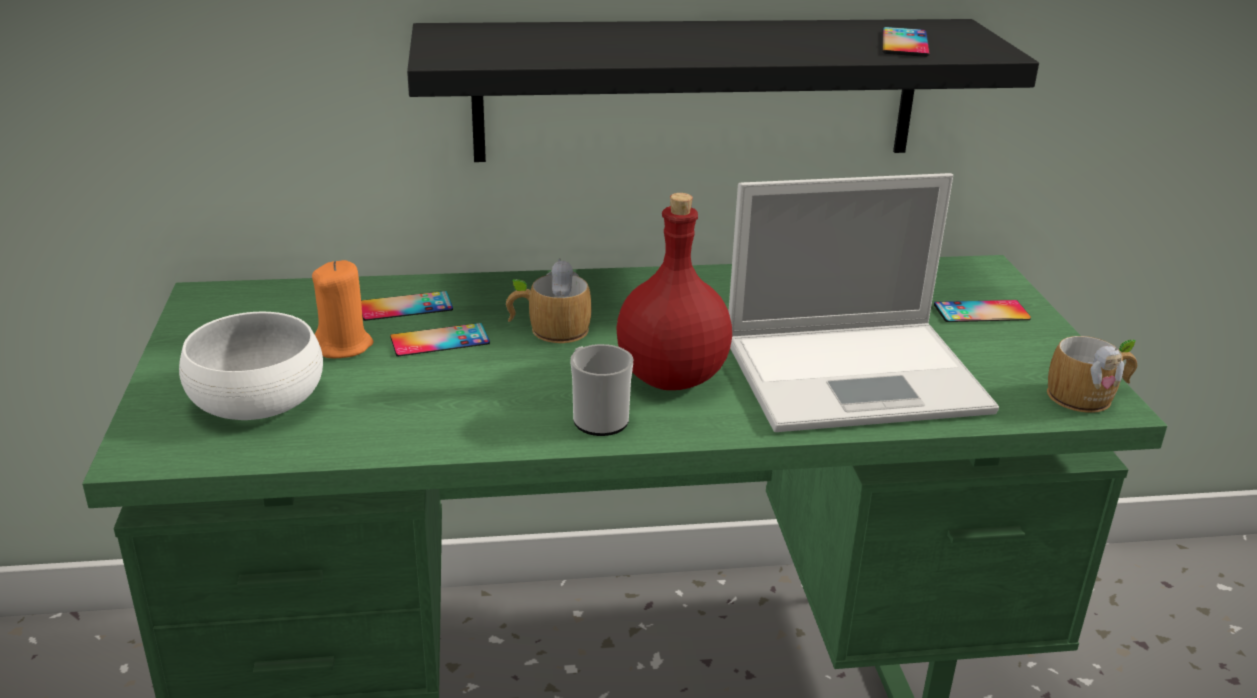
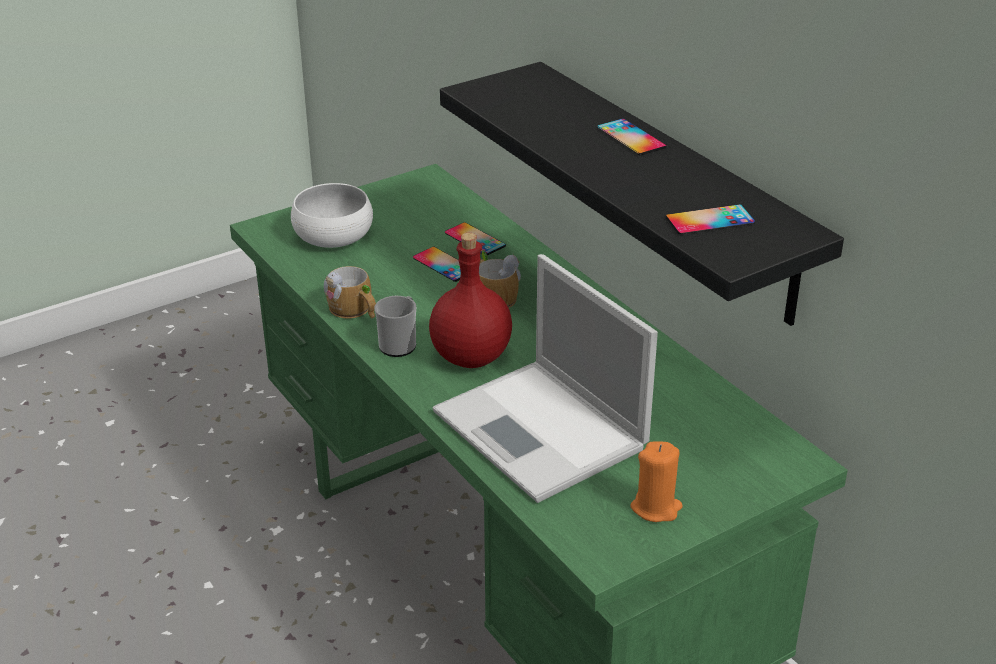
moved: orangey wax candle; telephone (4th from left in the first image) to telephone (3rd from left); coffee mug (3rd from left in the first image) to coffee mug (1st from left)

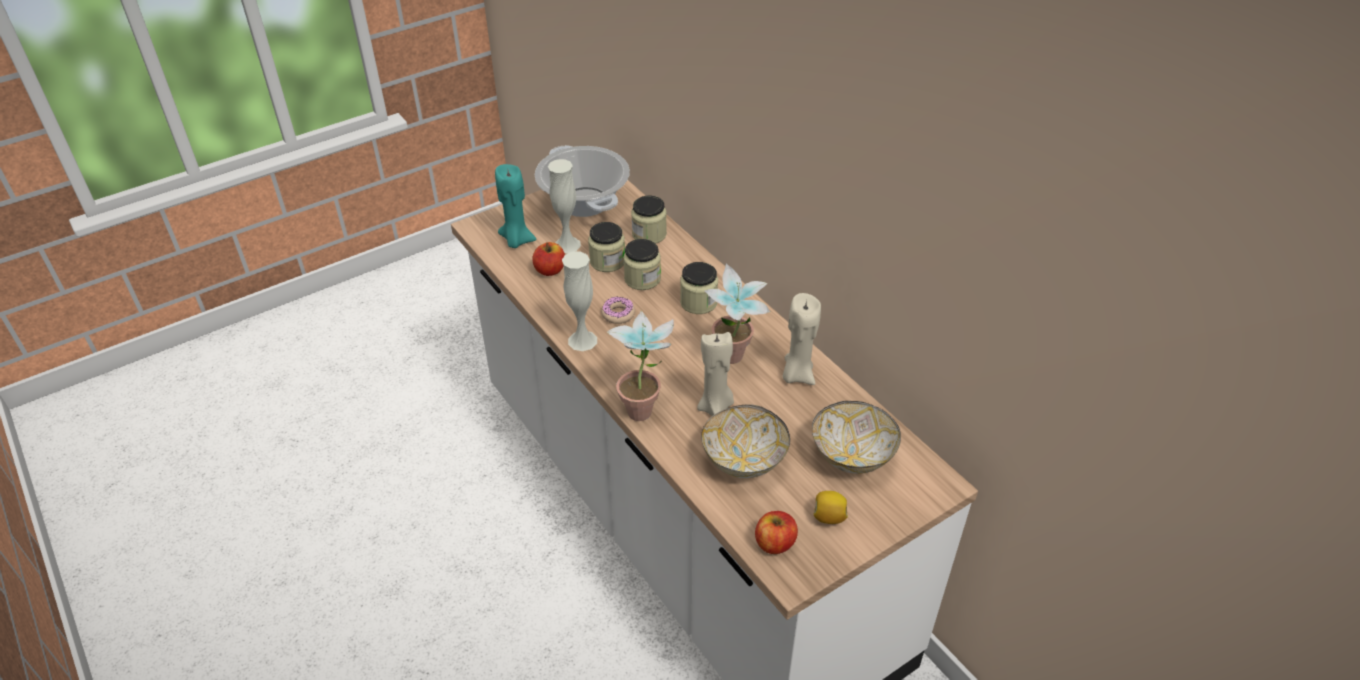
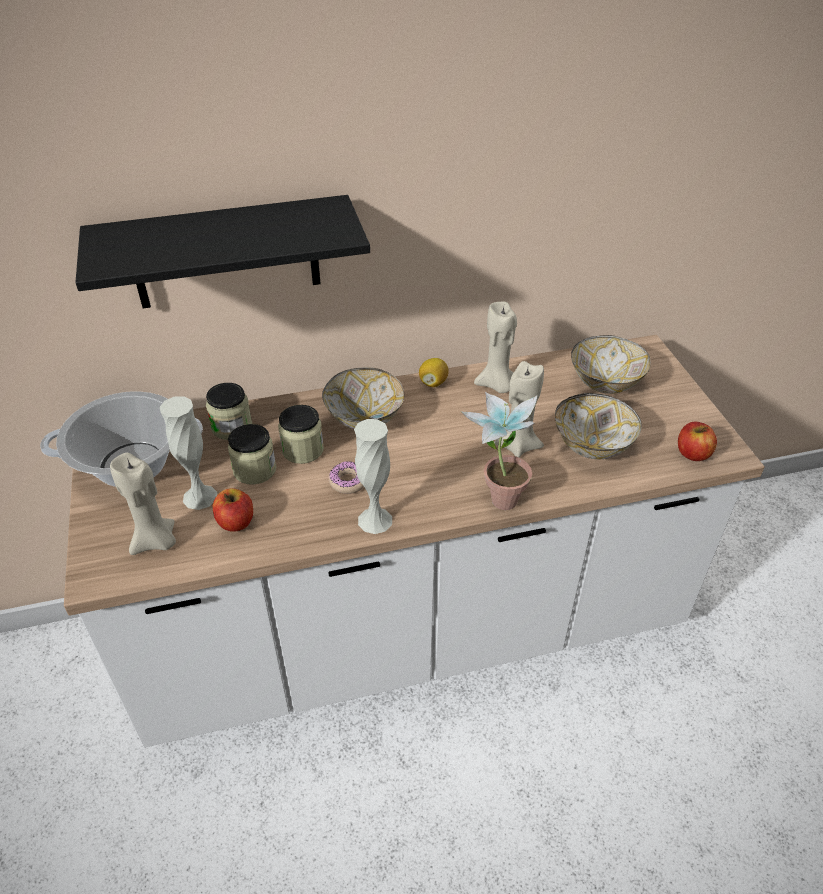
removed: potted plant (2nd from left)
added: blackish bracket shelf
moved: whole lemon
replaced: storage jar (4th from left) to deep dish (1st from left)
recoloured: blue-green wax candle to sand-coloured wax candle (1st from left)

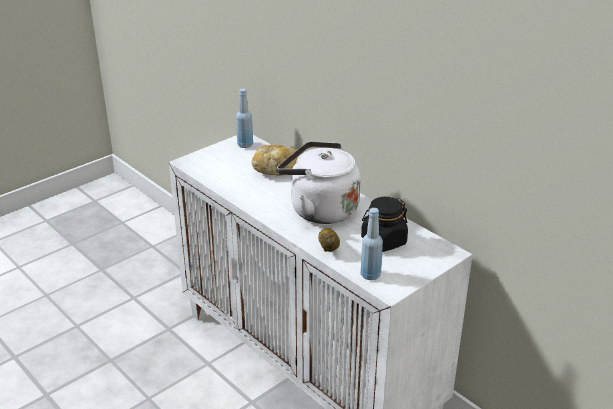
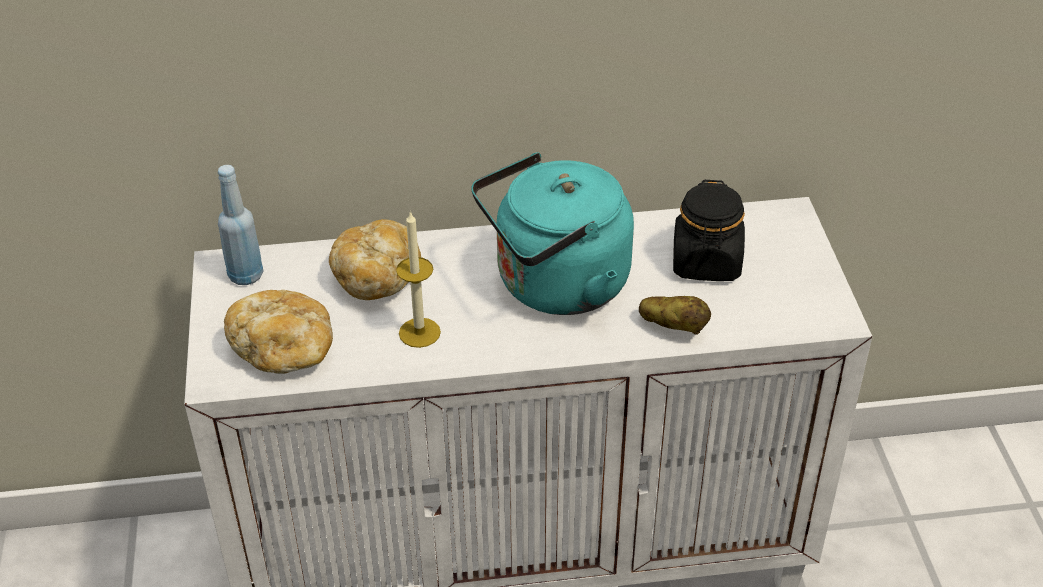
removed: blue-coloured beverage bottle (2nd from left)
added: bread (1st from left); wax candle
recoloured: whitish tea kettle to blue-green tea kettle

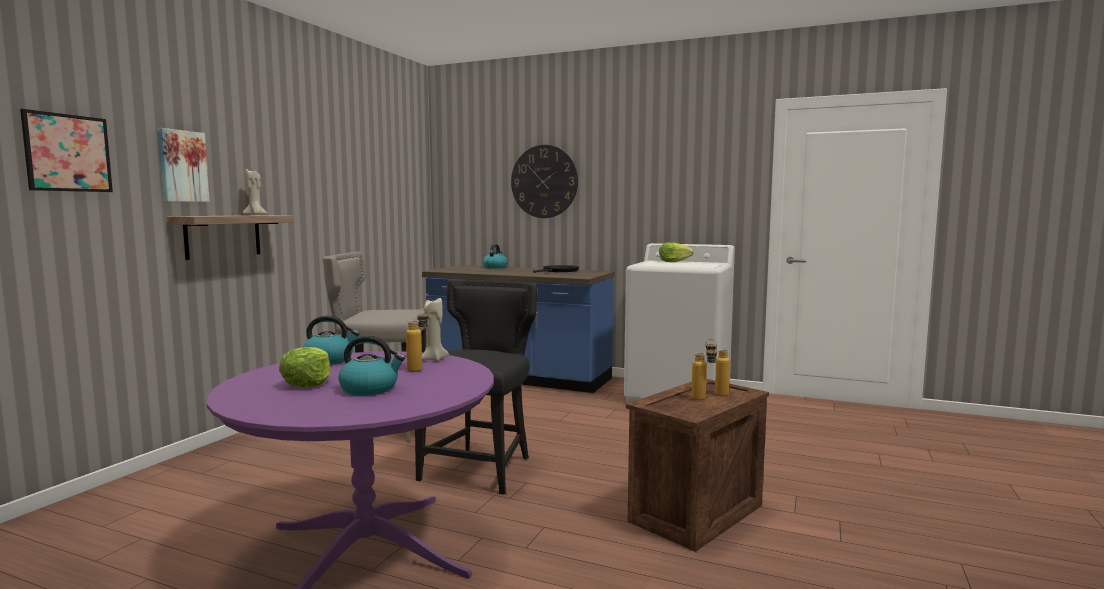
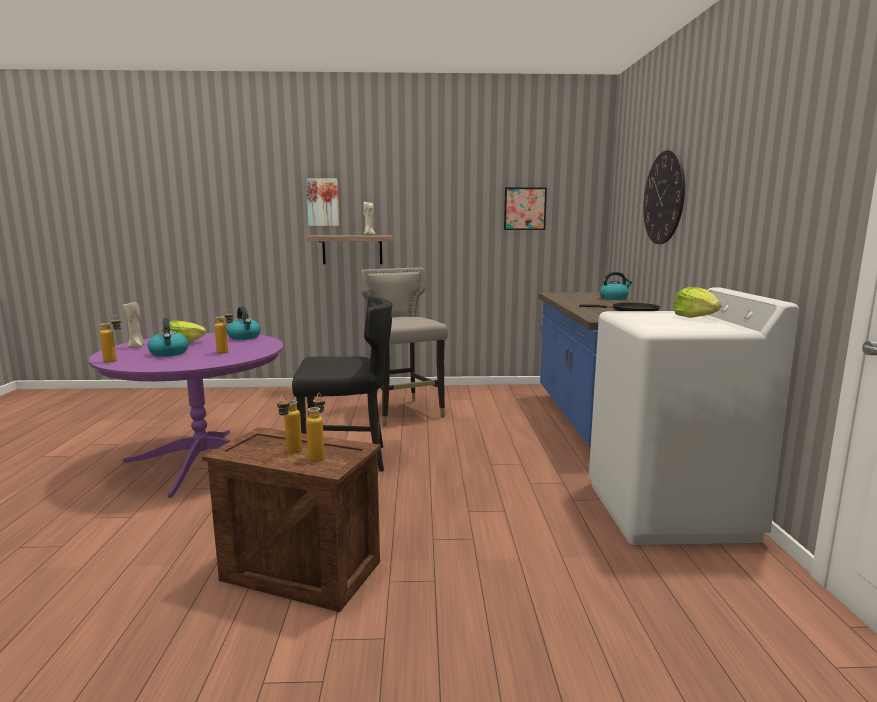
added: beverage bottle (1st from left)
moved: wall art (1st from left in the first image) to wall art (2nd from left); sand-coloured wax candle (2nd from left in the first image) to sand-coloured wax candle (1st from left)

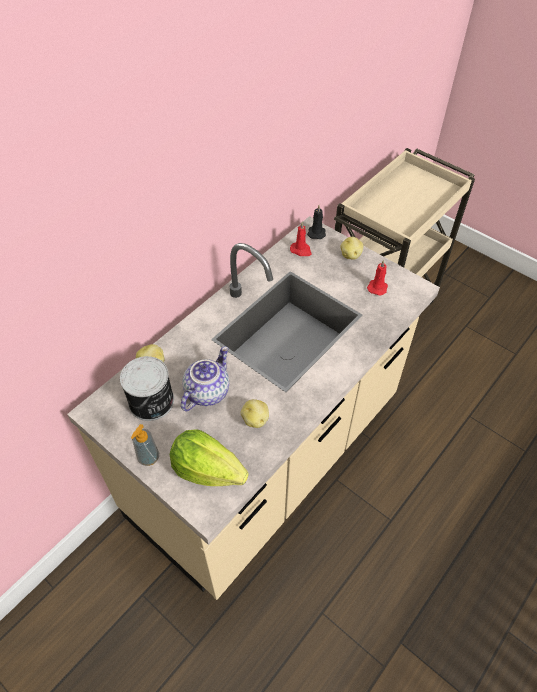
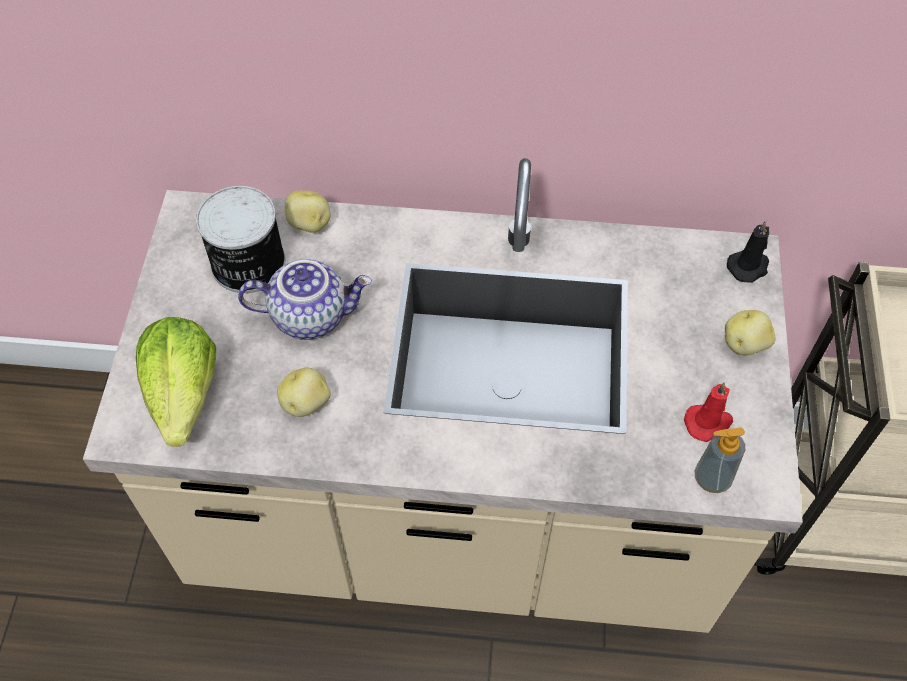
removed: reddish wax candle (1st from left)
moved: soap dispenser

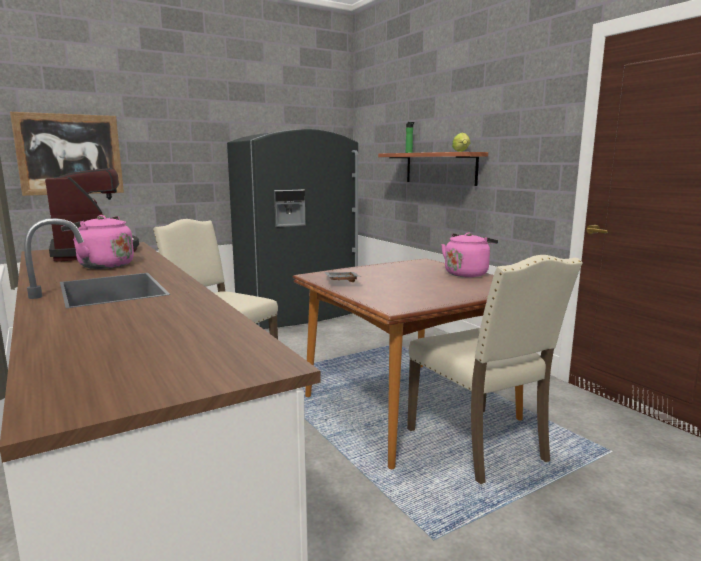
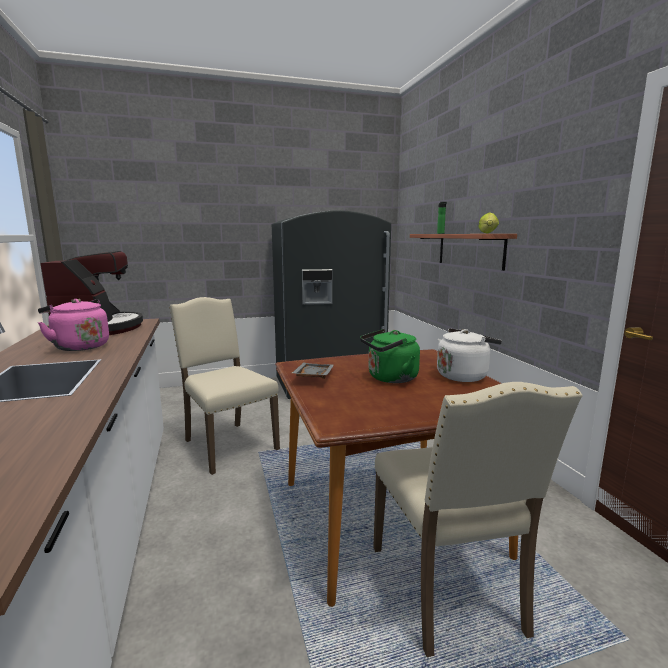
removed: wall art
added: green tea kettle
recoloured: pinkish tea kettle (2nd from left) to whitish tea kettle

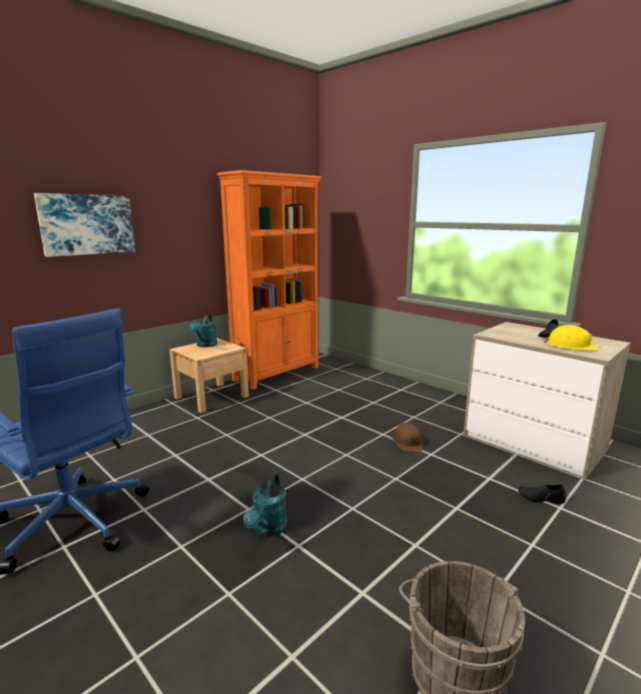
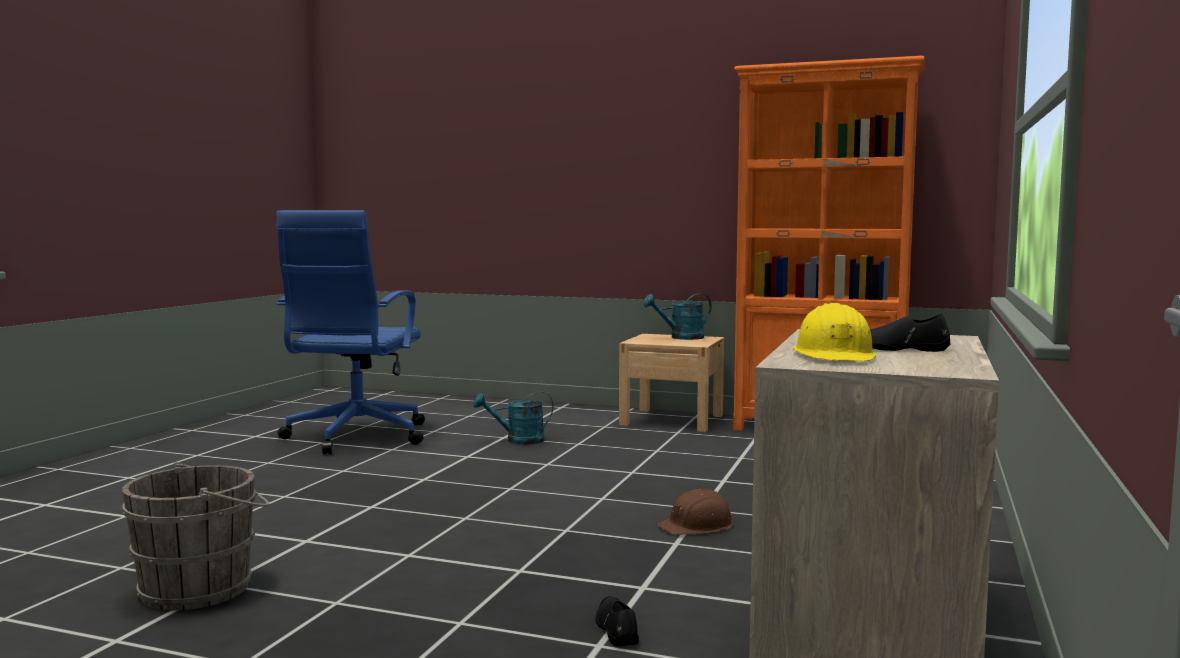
removed: wall art
moved: blue-green sprinkling can (2nd from left in the first image) to blue-green sprinkling can (1st from left)

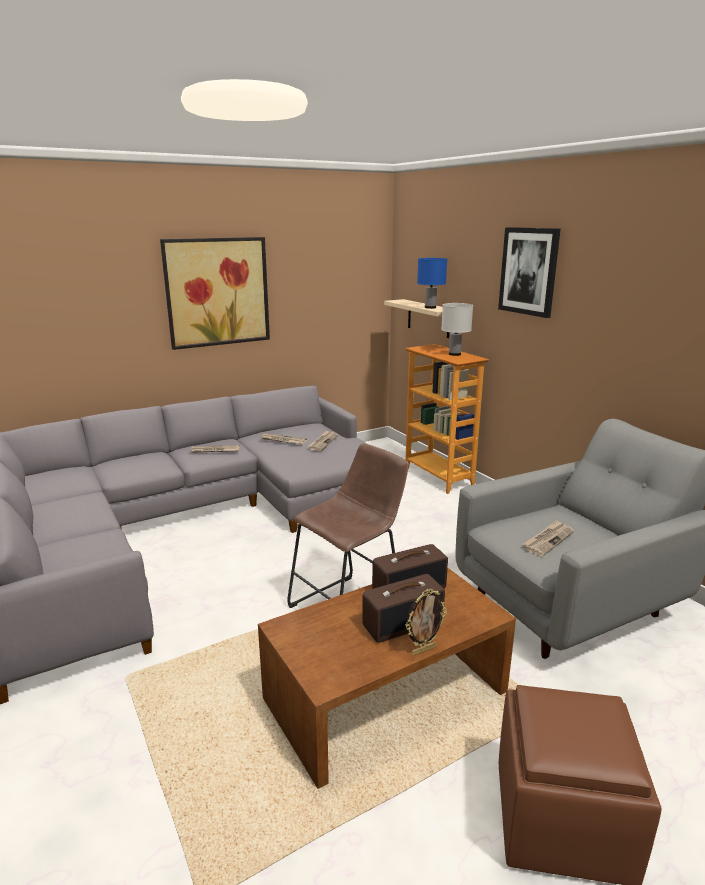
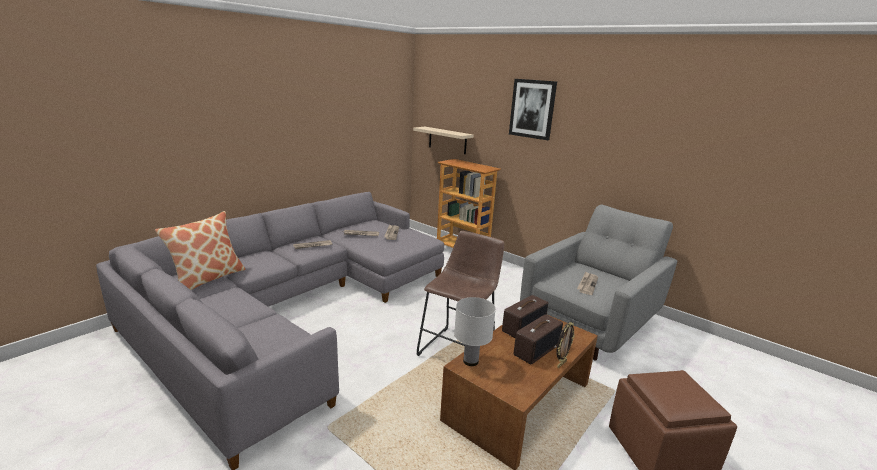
removed: wall art (1st from left); blue-coloured lamp for a table
added: throw pillow
moved: whitish lamp for a table

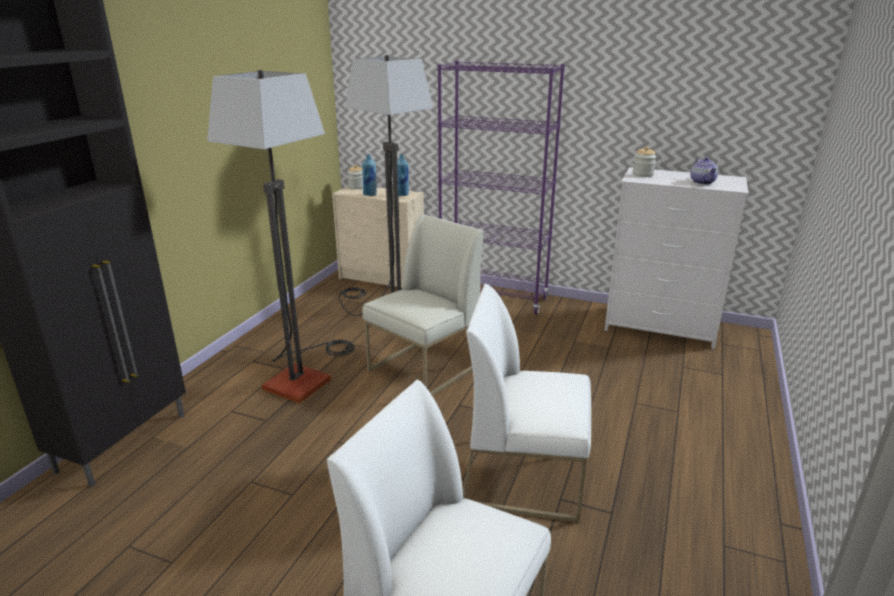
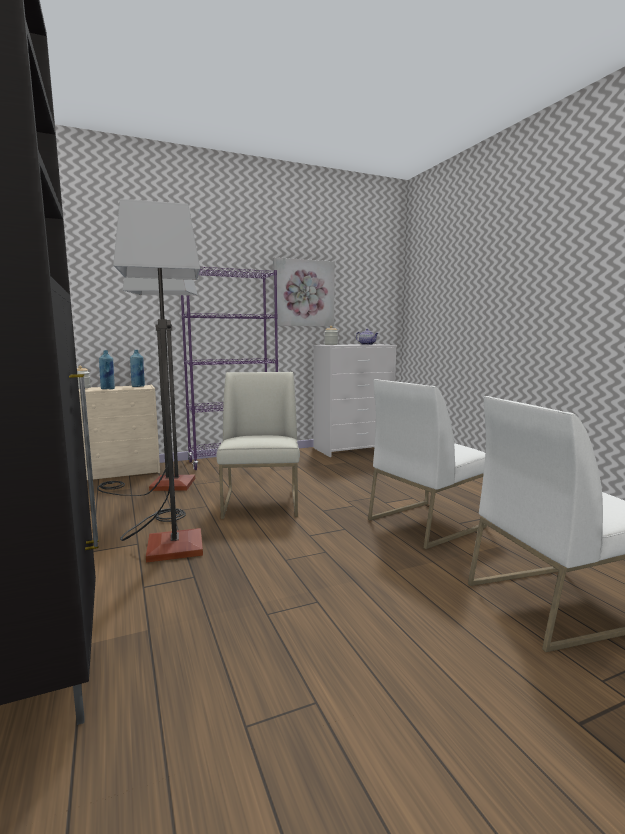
added: wall art

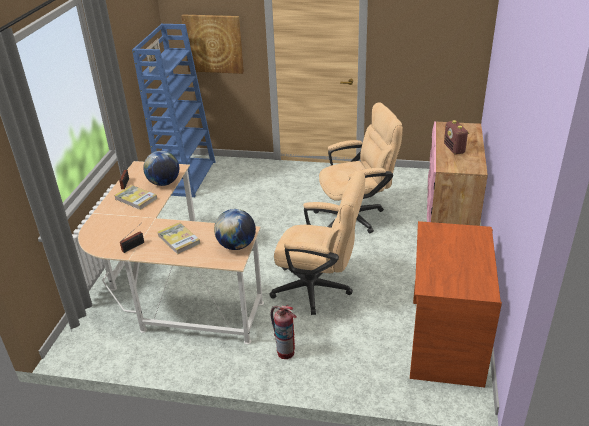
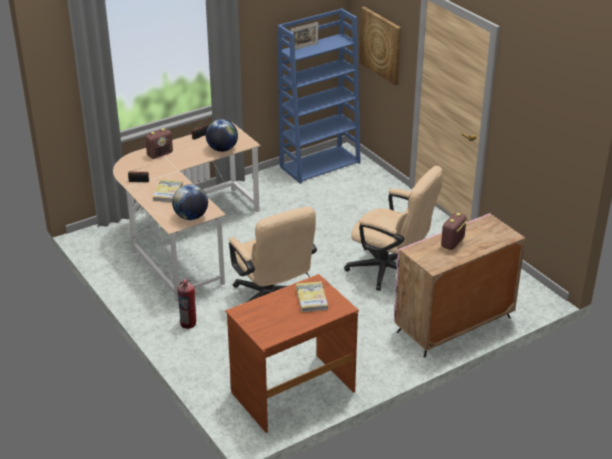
added: radio set (2nd from left)
moved: volume (1st from left in the first image) to volume (2nd from left)

